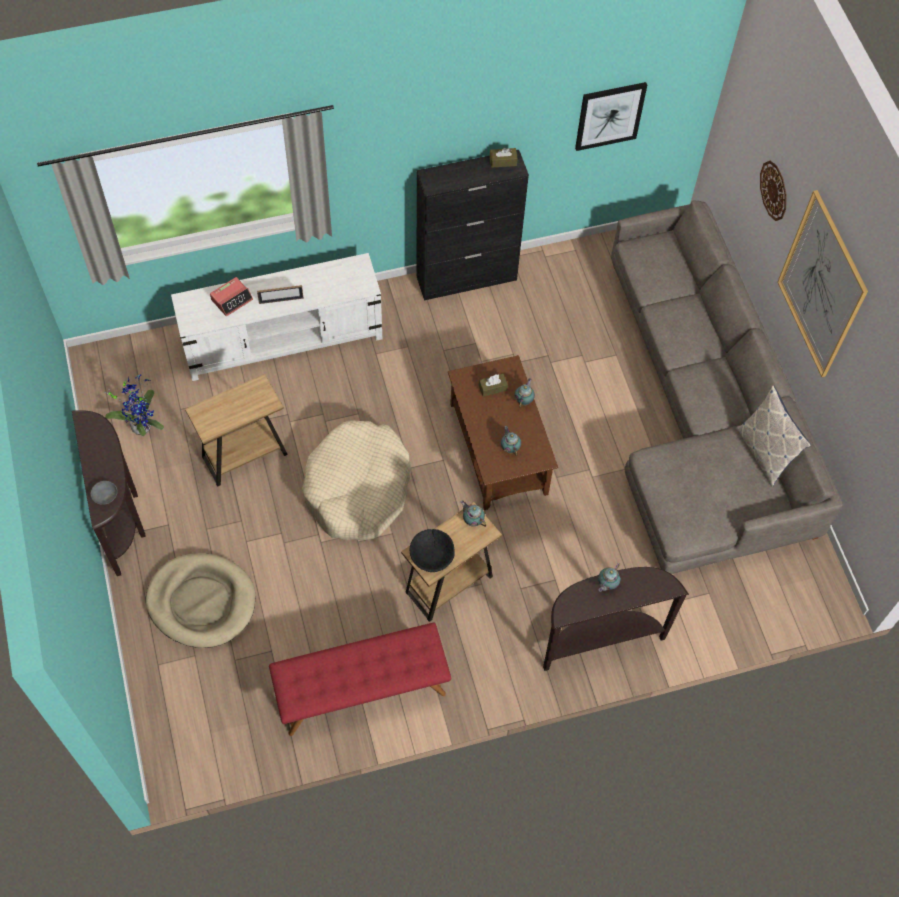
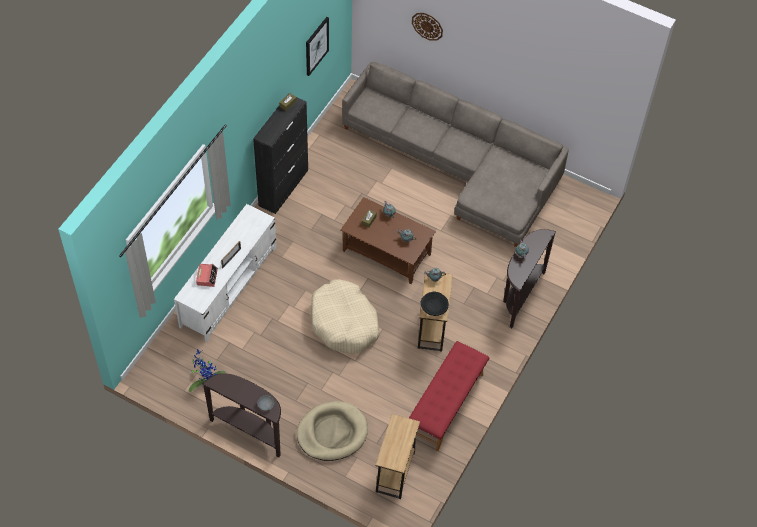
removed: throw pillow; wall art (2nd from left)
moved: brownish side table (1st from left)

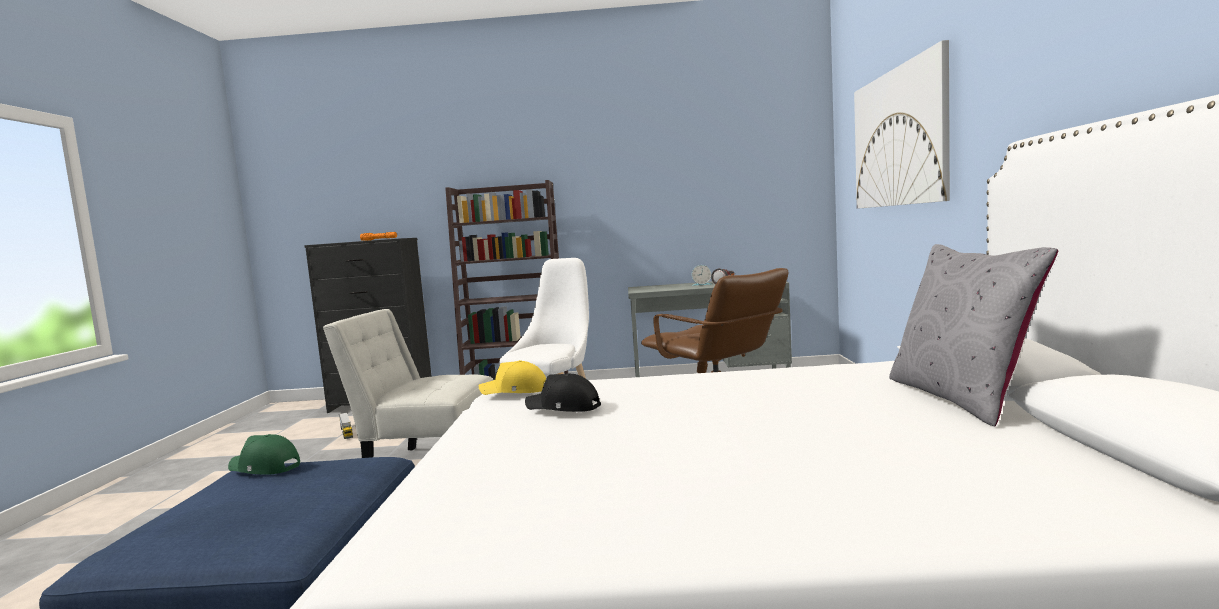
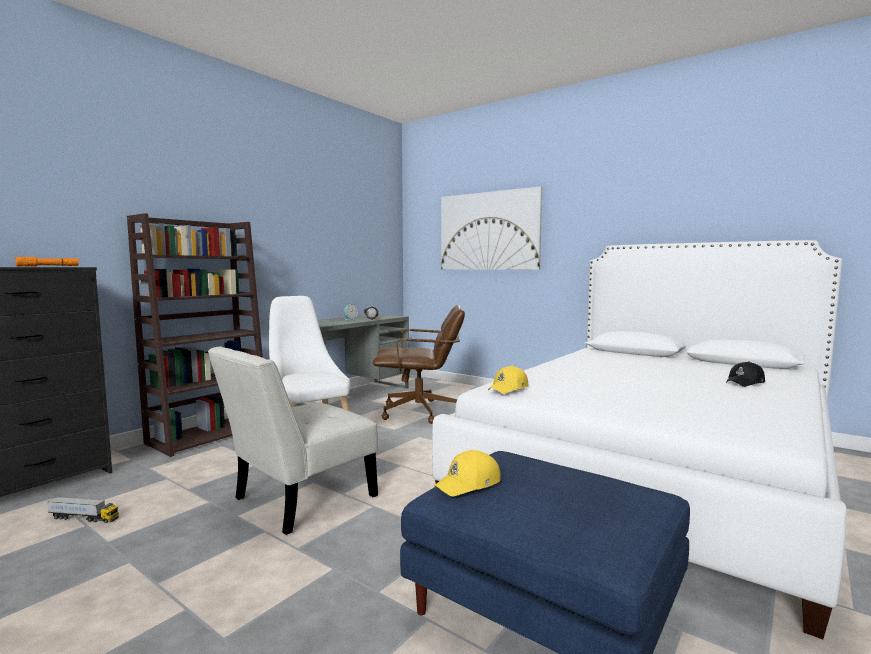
removed: gray throw pillow
moved: blackish cap
recoloured: green cap to yellowish cap (1st from left)

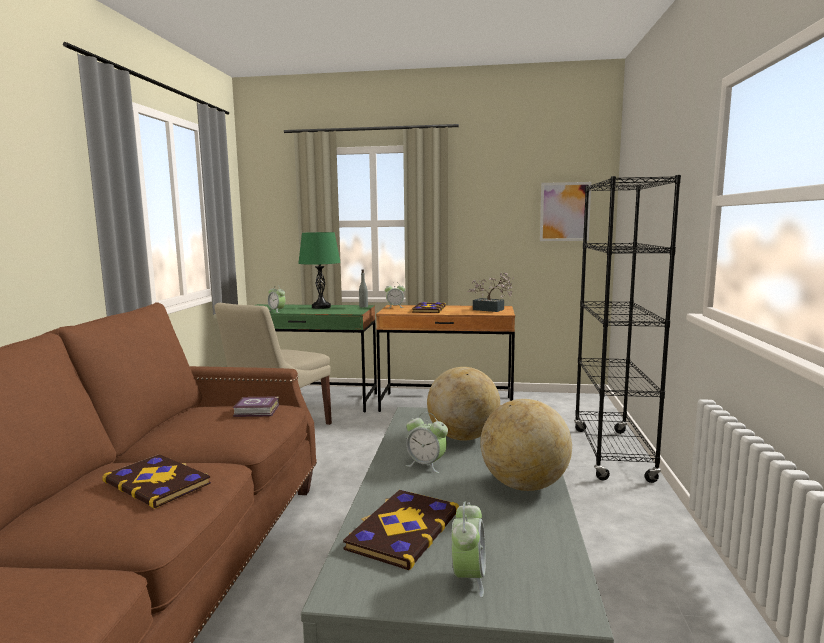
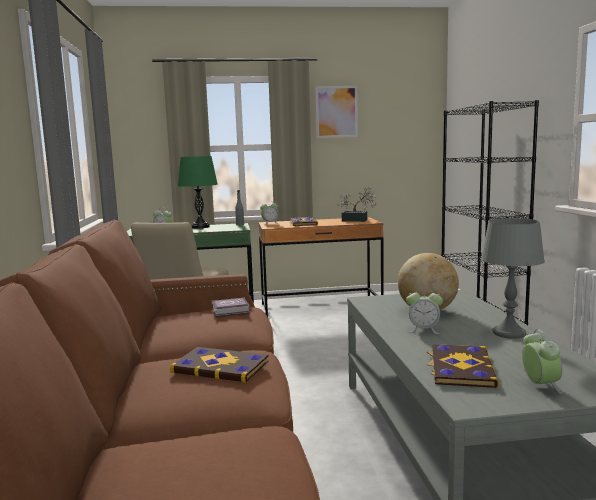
moved: wall art
replaced: world globe (2nd from left) to gray lamp for a table

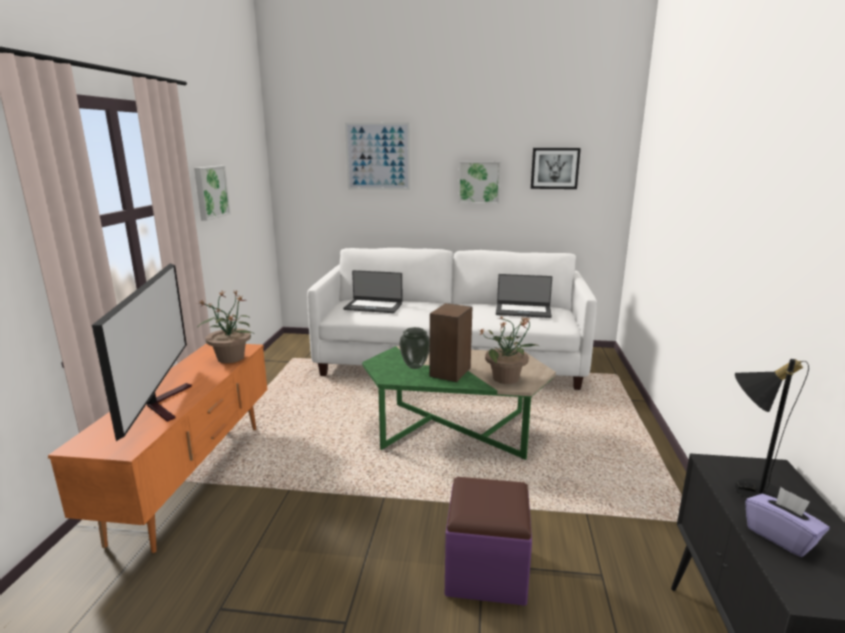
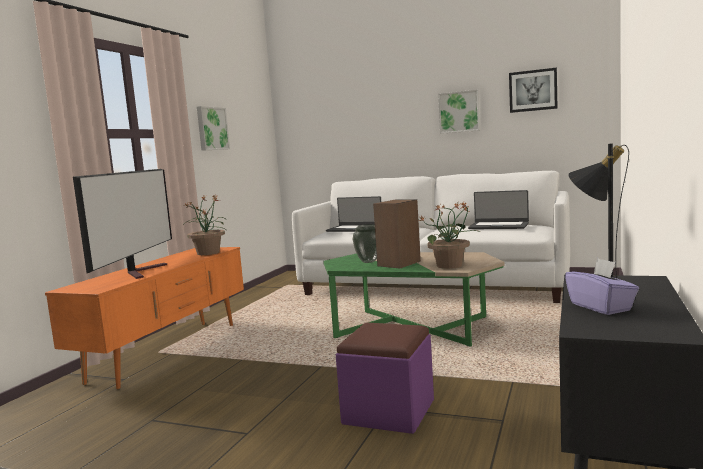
removed: wall art (2nd from left)

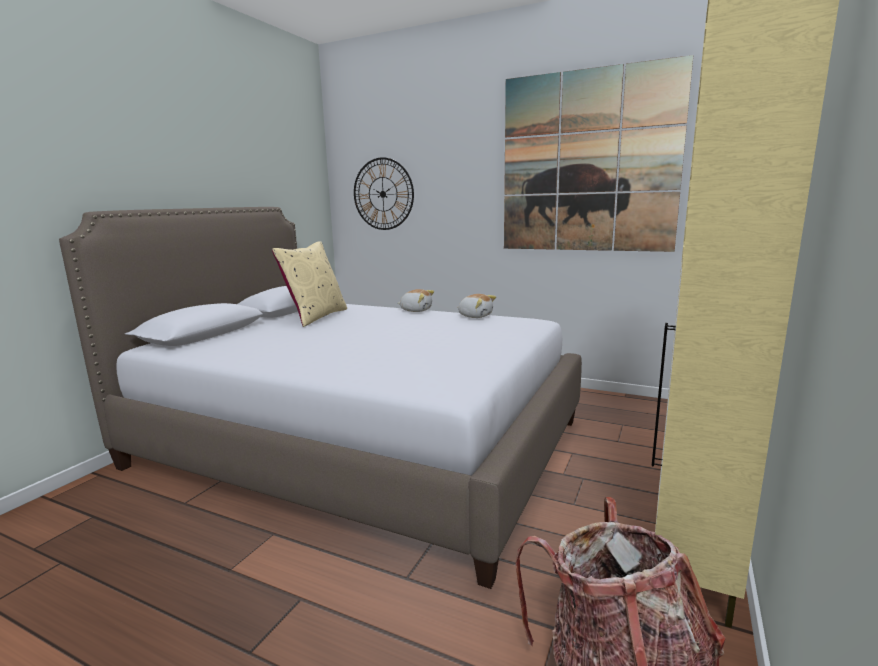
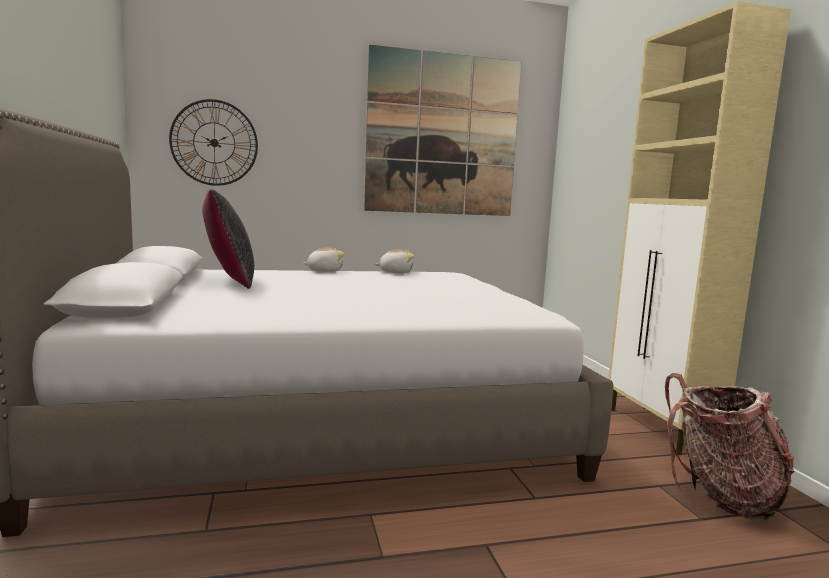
recoloured: sand-coloured throw pillow to blackish throw pillow

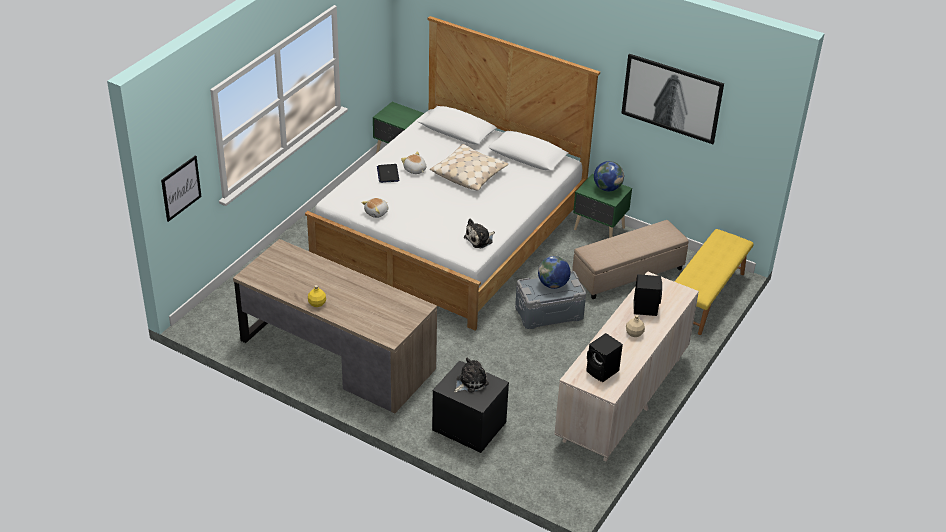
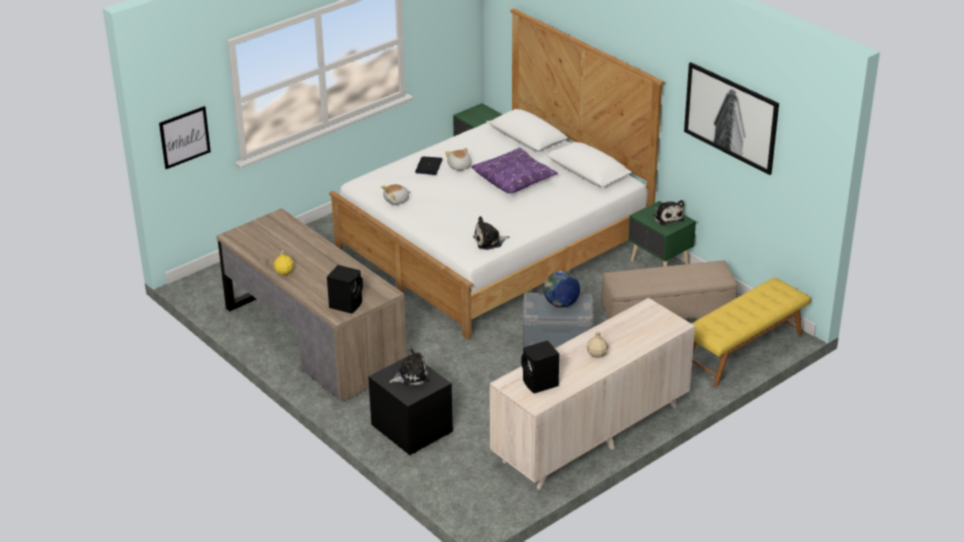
moved: blackish loudspeaker (2nd from left in the first image) to blackish loudspeaker (1st from left)
replaced: world globe (2nd from left) to soft toy (5th from left)
recoloured: sand-coloured throw pillow to purple throw pillow

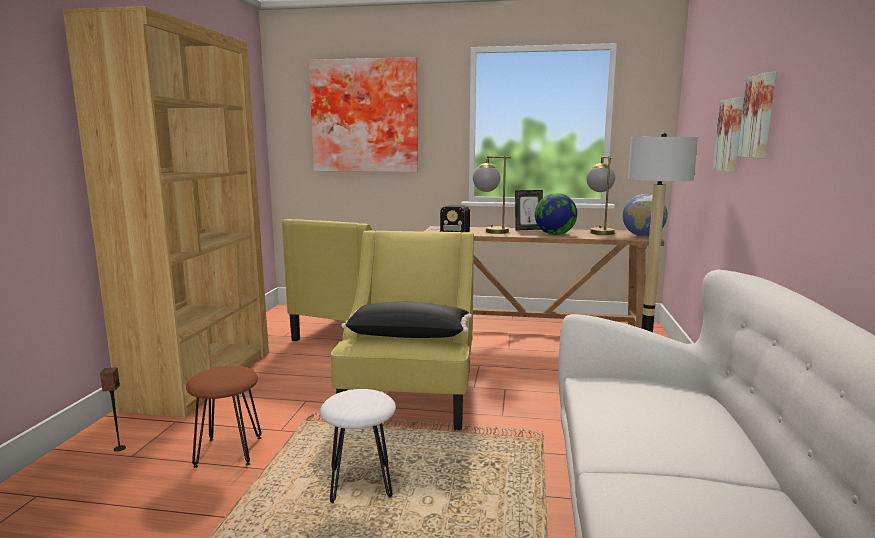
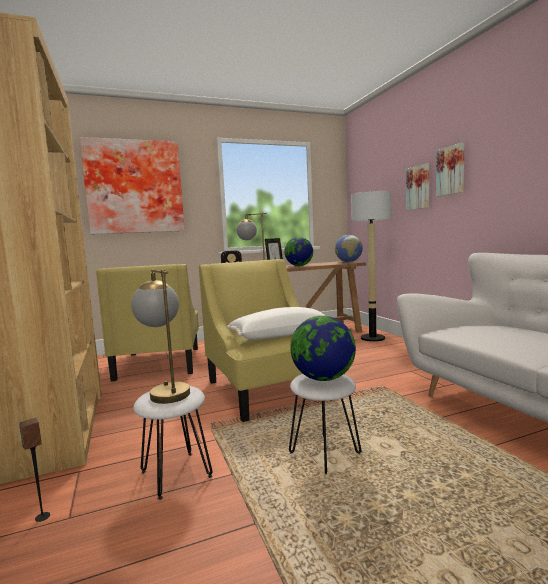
added: world globe (2nd from left)
moved: lamp for a table (2nd from left in the first image) to lamp for a table (1st from left)
recoloured: brownish sitting stool to whitish sitting stool (1st from left); blackish throw pillow to whitish throw pillow

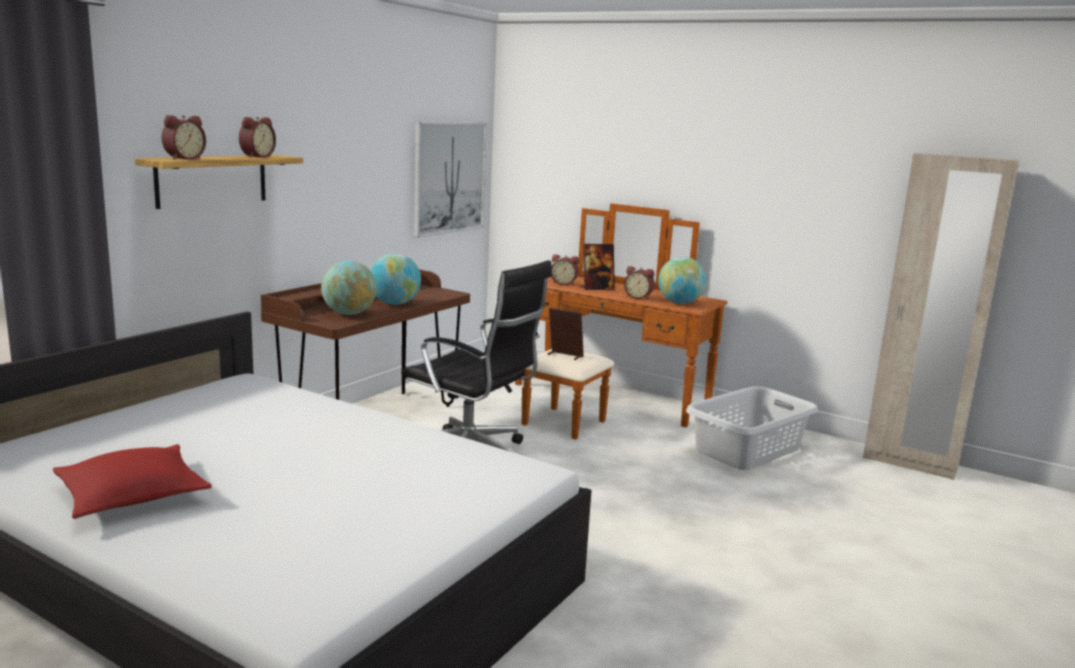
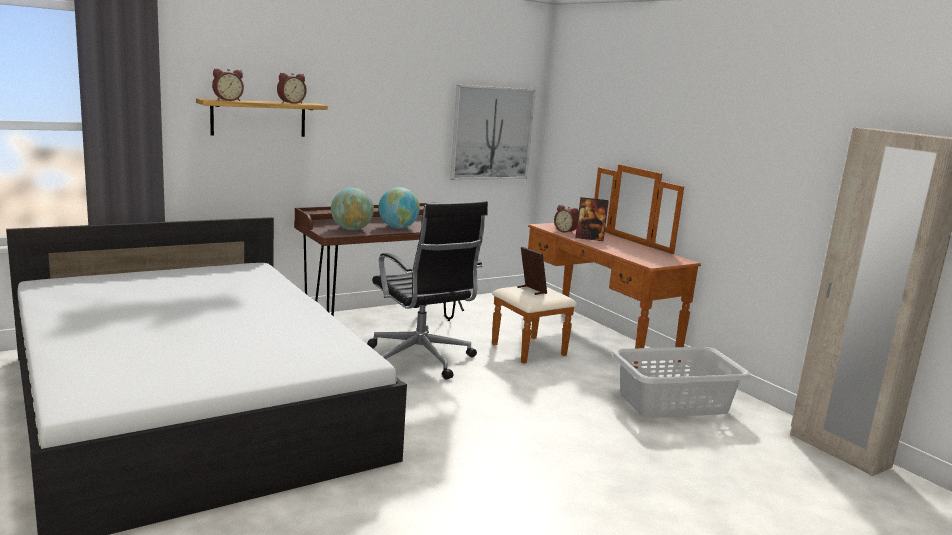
removed: reddish throw pillow; table clock (4th from left); world globe (3rd from left)

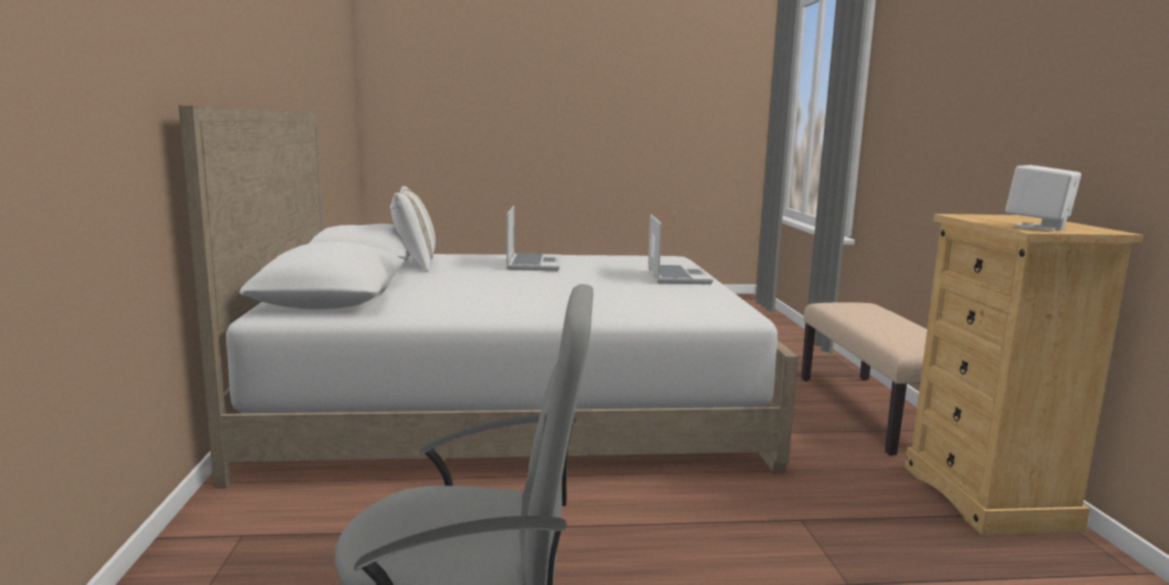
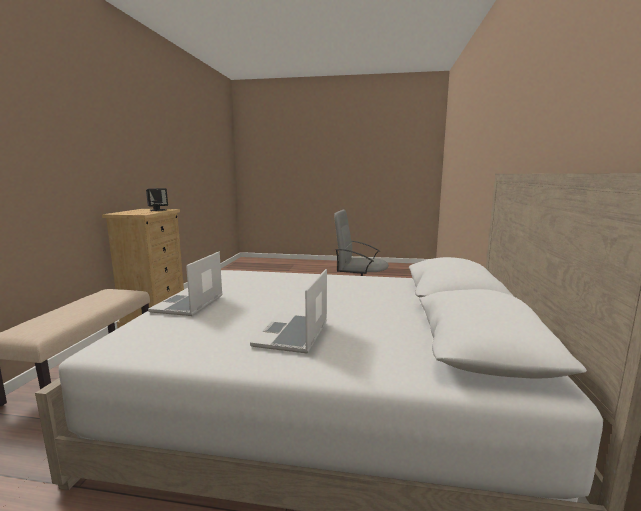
removed: whitish throw pillow
recoloured: whitish loudspeaker to blackish loudspeaker

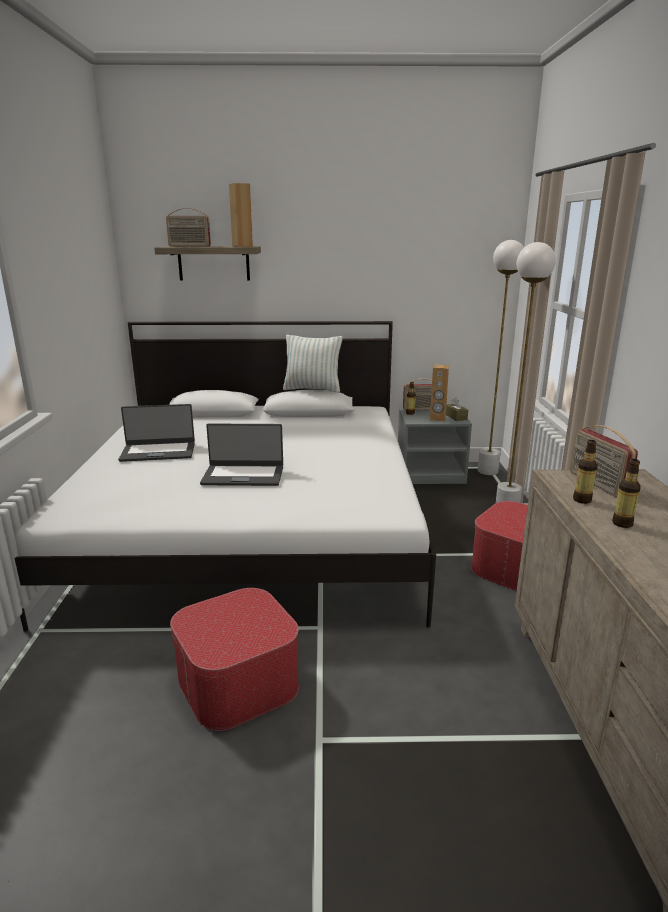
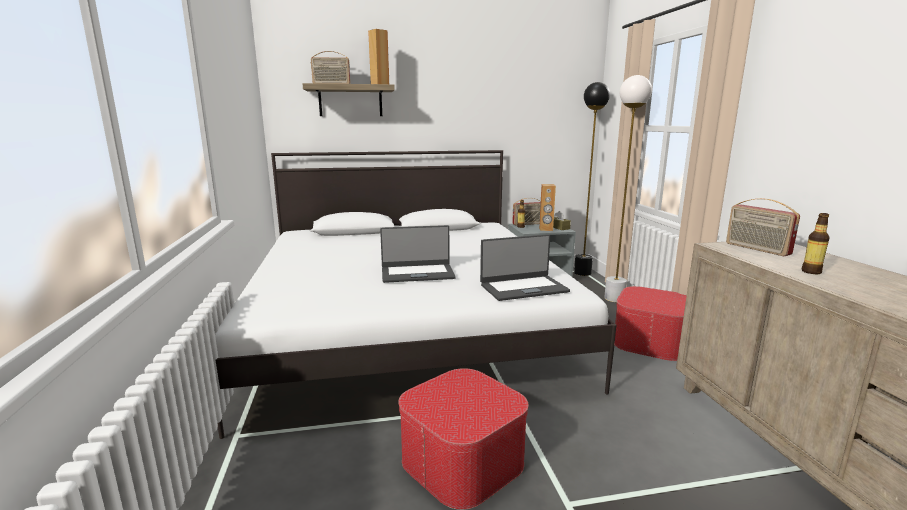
removed: throw pillow; beverage bottle (2nd from left)
moved: portable computer (1st from left in the first image) to portable computer (2nd from left)
recoloured: whitish floor lamp (1st from left) to blackish floor lamp

